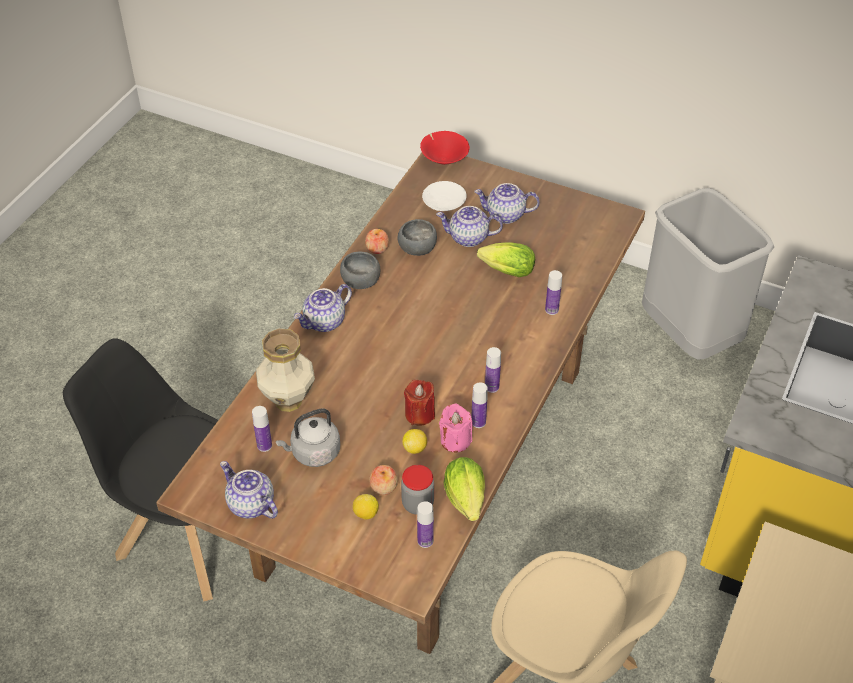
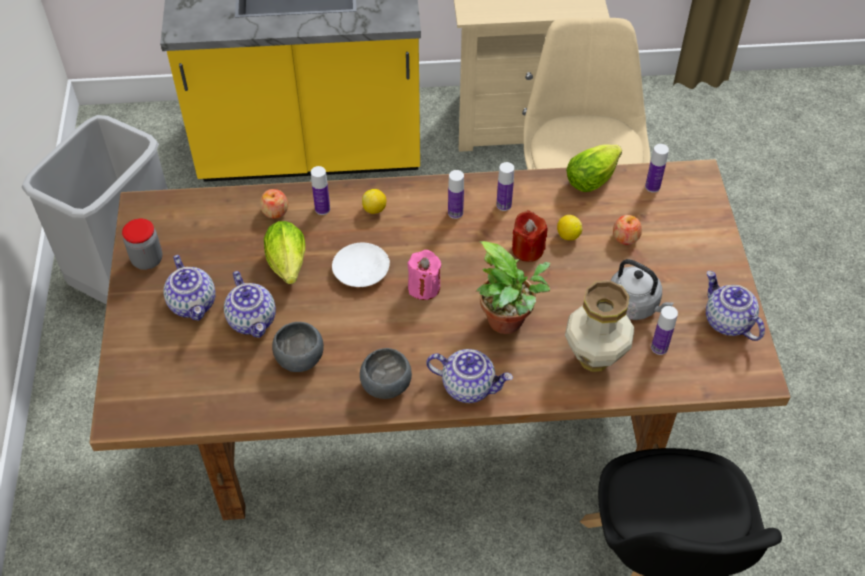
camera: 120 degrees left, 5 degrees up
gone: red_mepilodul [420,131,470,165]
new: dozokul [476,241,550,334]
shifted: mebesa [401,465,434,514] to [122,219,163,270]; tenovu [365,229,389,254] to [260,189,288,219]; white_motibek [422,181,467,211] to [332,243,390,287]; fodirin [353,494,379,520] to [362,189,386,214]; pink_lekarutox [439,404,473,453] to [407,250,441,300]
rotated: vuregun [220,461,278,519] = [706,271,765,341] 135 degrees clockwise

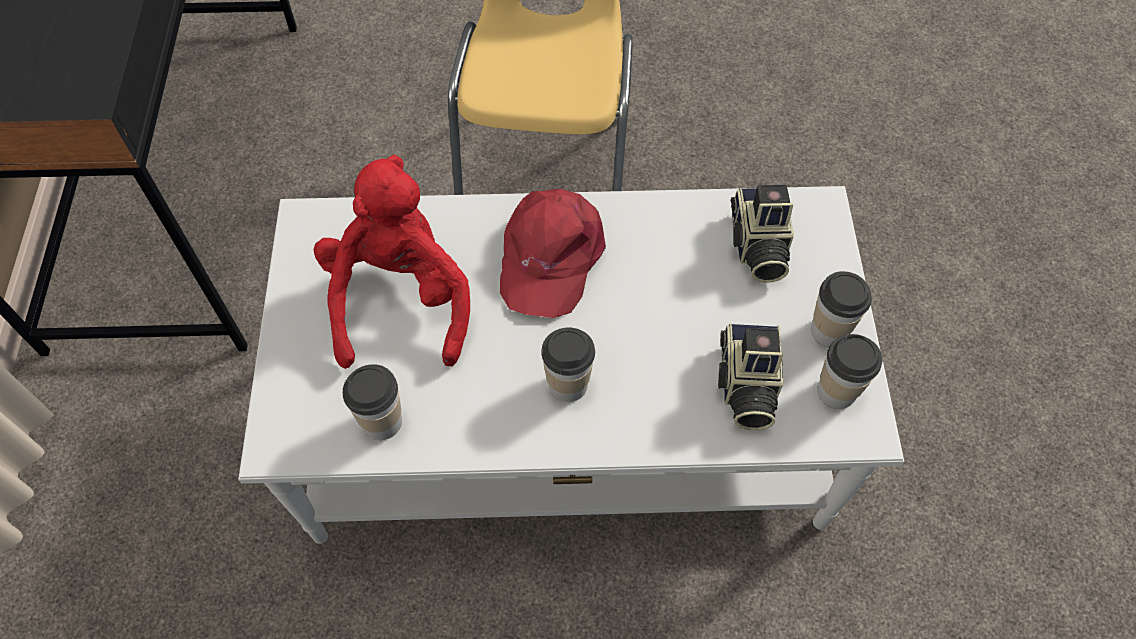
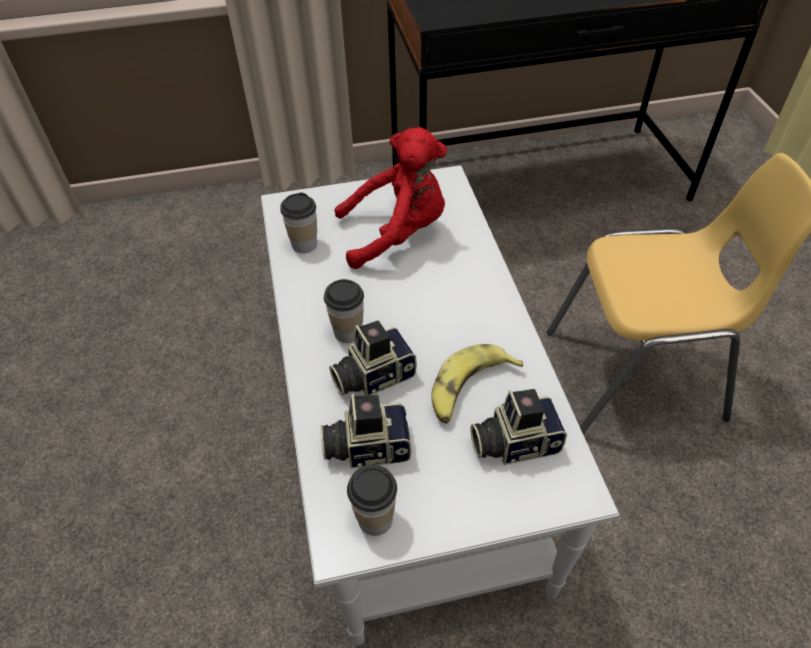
camera: 80 degrees right, 10 degrees down
gone: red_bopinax [500,189,606,318]; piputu [811,271,872,347]
new: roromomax [329,320,417,395]; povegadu [431,344,523,424]

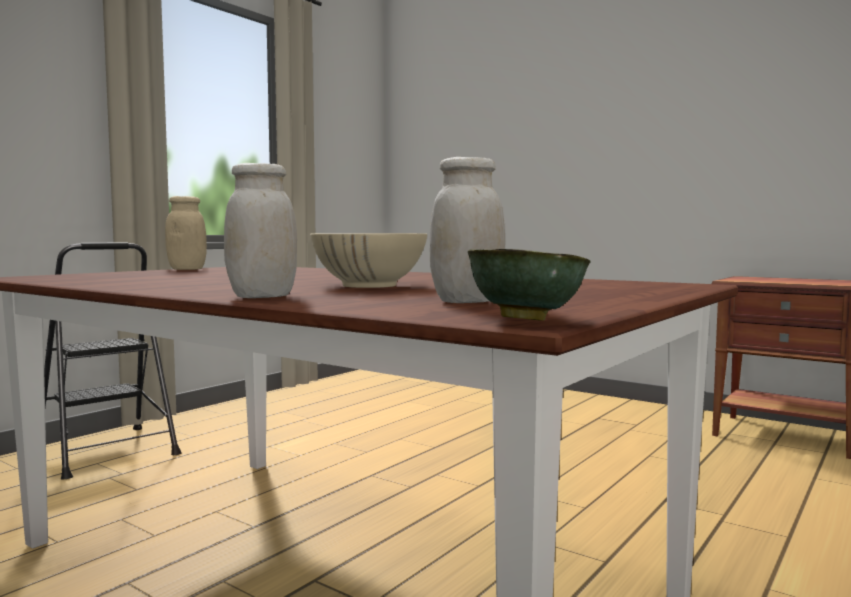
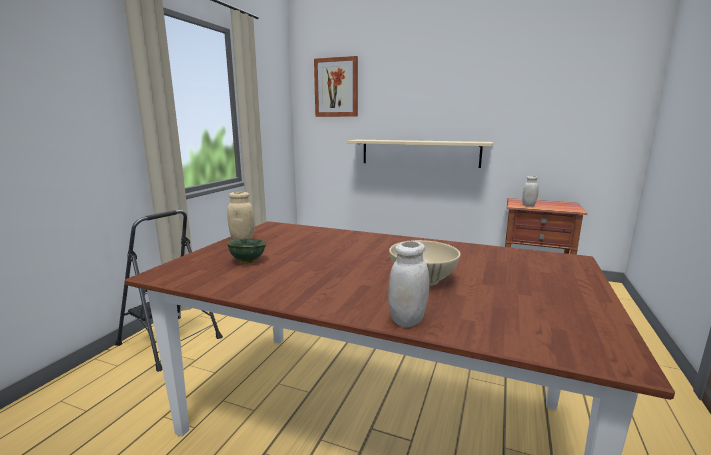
camera: 15 degrees left, 10 degrees up
new: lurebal [314,56,358,117]; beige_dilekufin [347,140,493,168]
shifted: green_mepilodul [468,249,591,321] to [227,239,266,263]; white_mebesa [430,157,505,303] to [522,176,539,207]

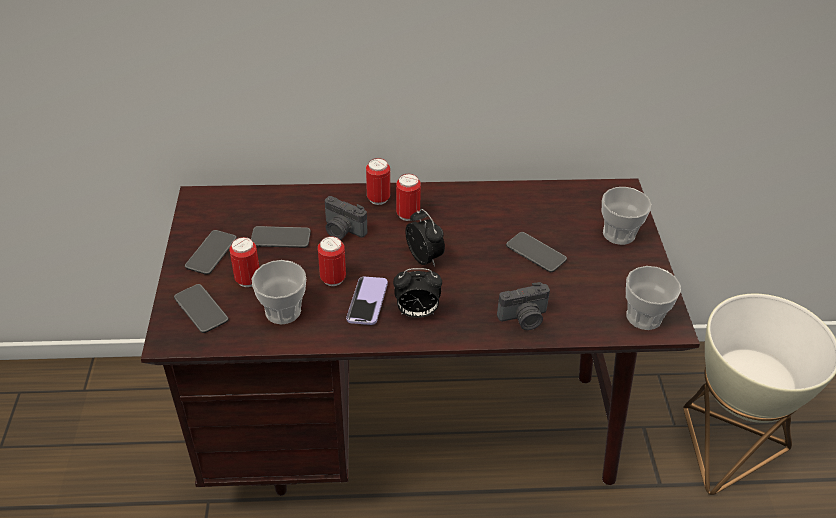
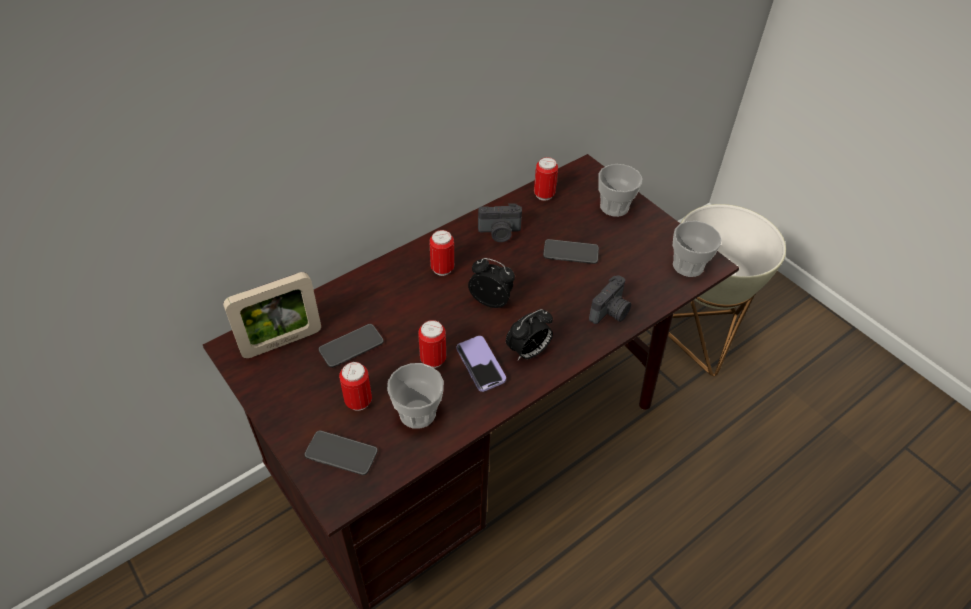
camera: 35 degrees left, 5 degrees up
gone: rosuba [185,230,237,275]
new: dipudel [223,272,321,358]
shifted: roromomax [325,196,367,240] to [478,203,522,242]; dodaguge [366,158,390,205] to [534,157,558,201]

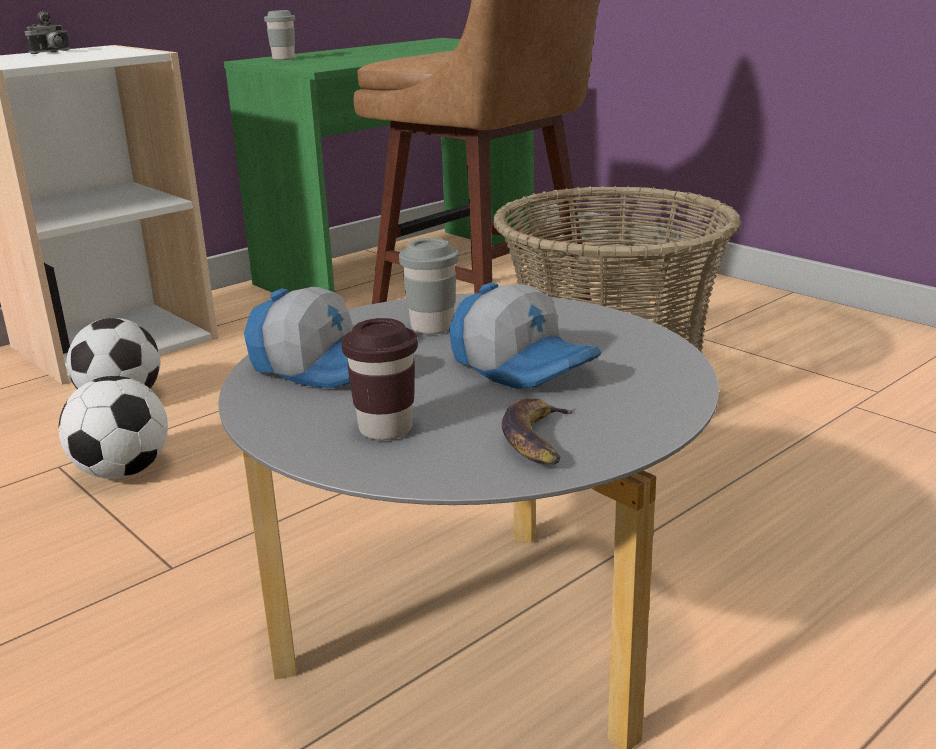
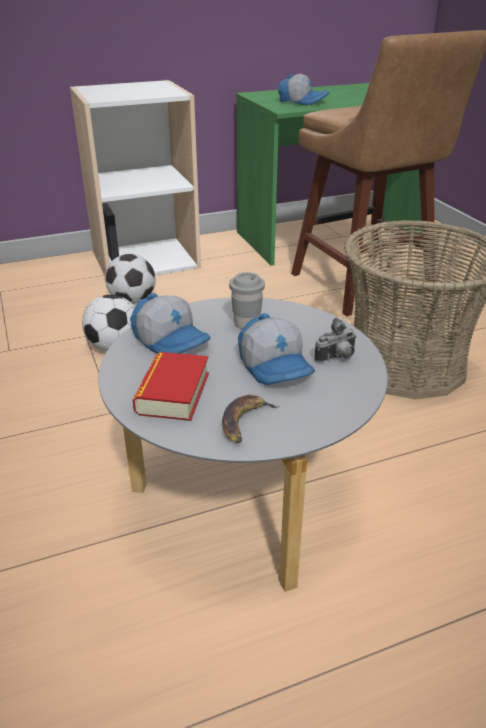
camera: 20 degrees right, 10 degrees up
gone: grey_piputu [264,10,295,60]
new: bopinax [278,74,330,105]
shifted: roromomax [25,11,70,54] to [314,318,357,363]
swapped: brown_piputu [341,318,418,440] to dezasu [133,352,209,421]

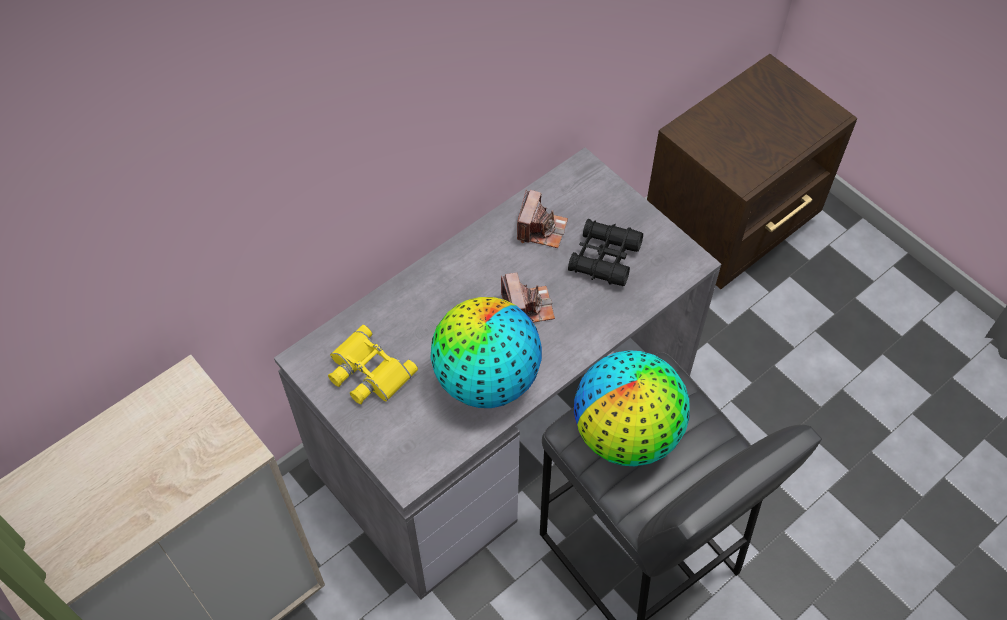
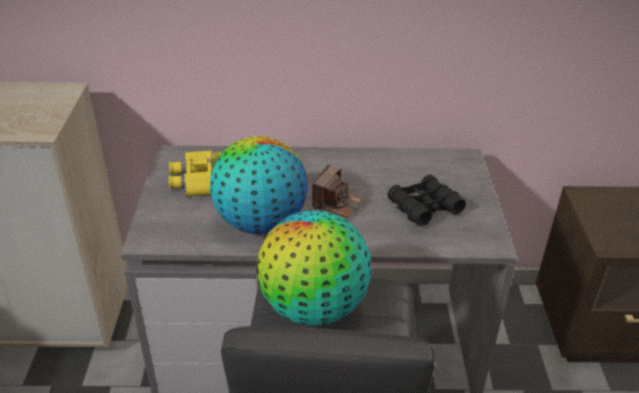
camera: 40 degrees right, 20 degrees down
gone: roromomax [517,189,568,248]

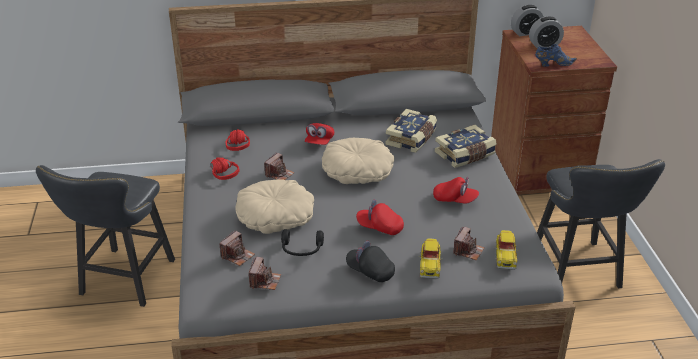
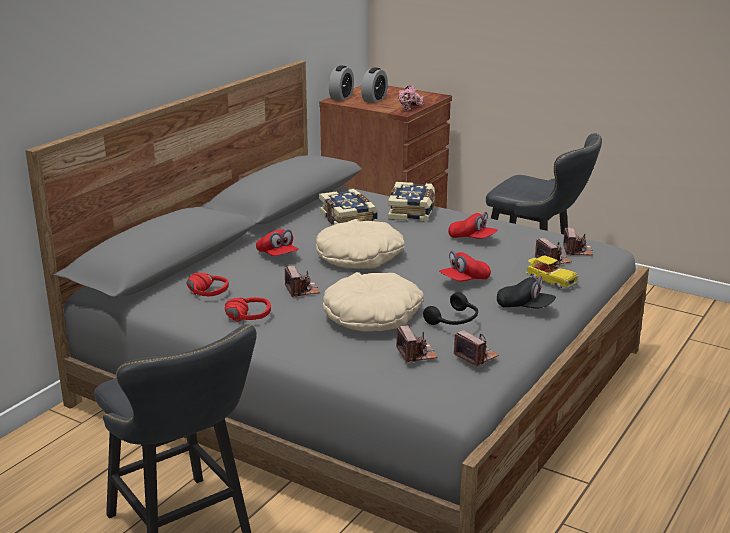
camera: 50 degrees left, 10 degrees down
swapped: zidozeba [495,230,519,270] to roromomax [563,227,593,255]
repainted: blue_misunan [535,44,577,67] to pink_misunan [398,85,424,111]
rotated: red_bopinax [433,177,479,203] = [448,212,498,239] 60 degrees clockwise; black_bopinax [346,241,395,282] = [497,276,556,308] 135 degrees counterclockwise

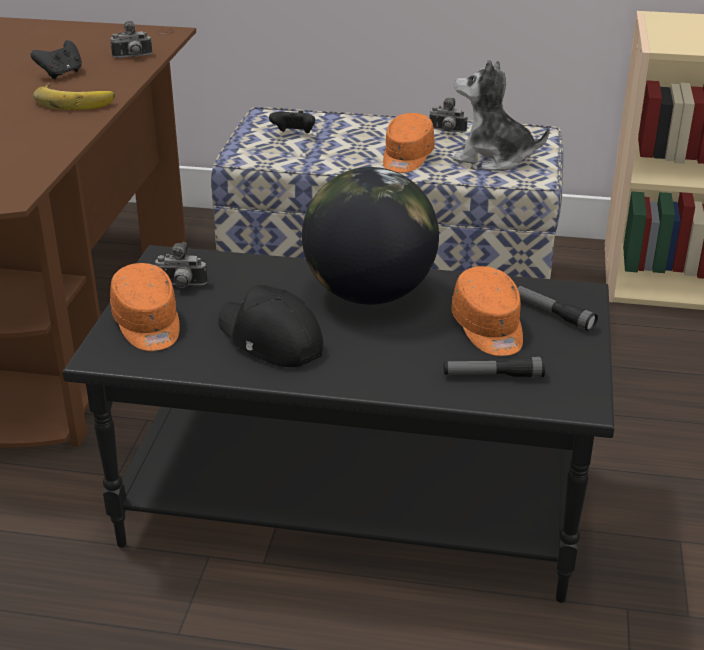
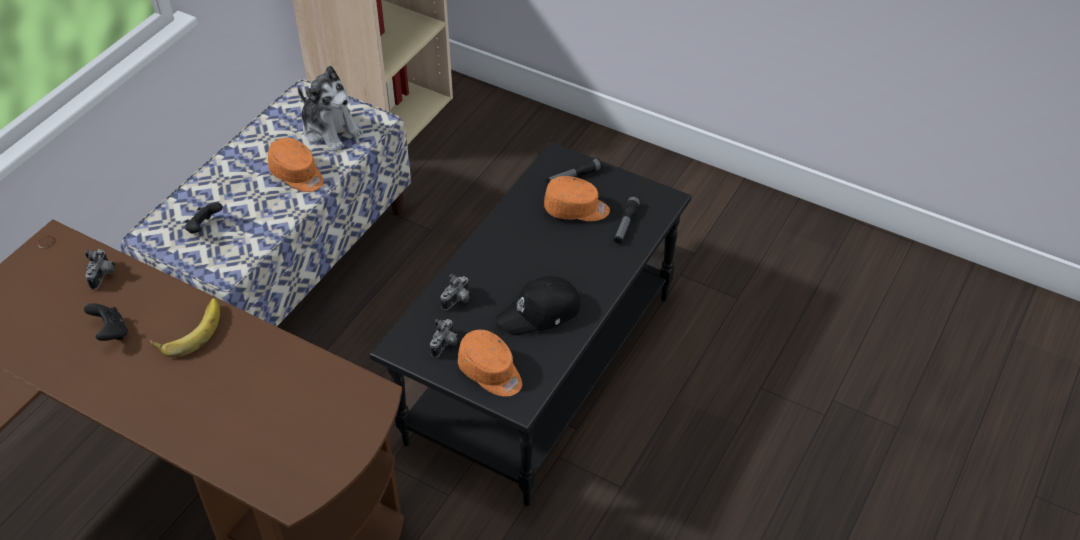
camera: 70 degrees left, 15 degrees up
gone: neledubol [302,167,439,305]
shifted: roromomax [429,98,467,133] to [440,274,471,310]
rotated: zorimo [453,59,550,171] = [298,65,363,152] 90 degrees counterclockwise; orange_bopinax [110,263,180,351] = [458,330,522,397] 45 degrees clockwise

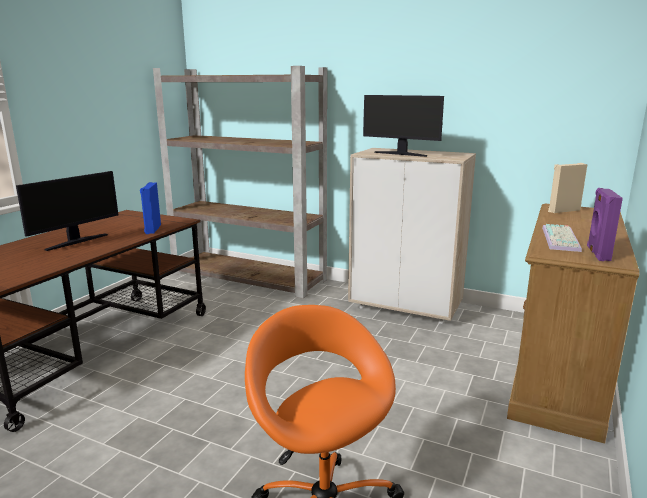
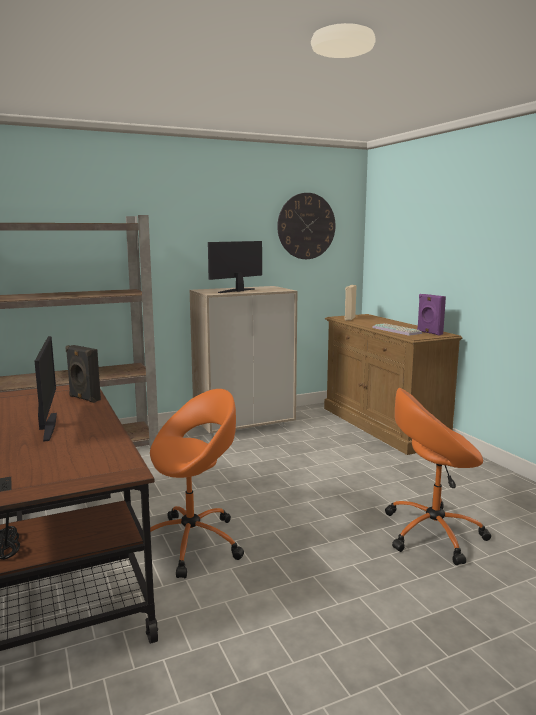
camera: 50 degrees left, 5 degrees down
new: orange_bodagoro [150,389,244,578]; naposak [277,193,335,259]
repainted: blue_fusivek [140,182,161,234] to black_fusivek [66,345,101,403]
rotated: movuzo [363,95,444,157] = [208,241,262,293] 150 degrees clockwise

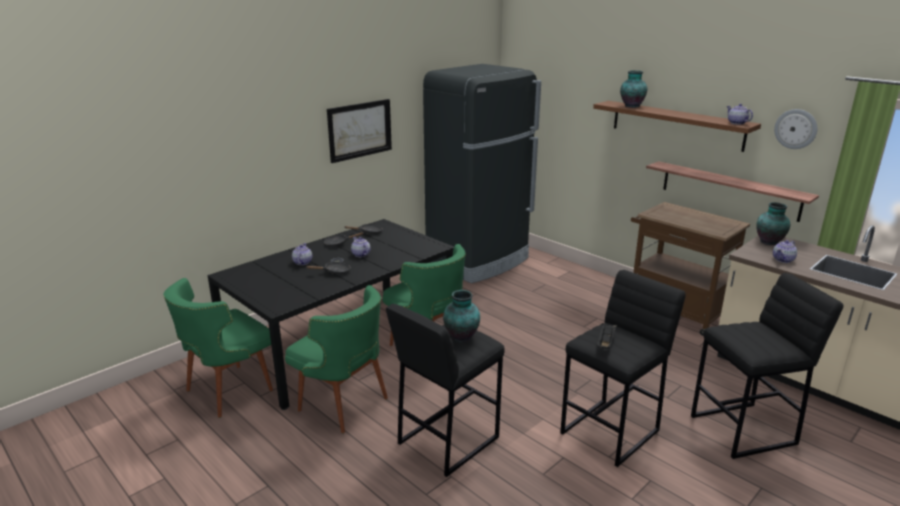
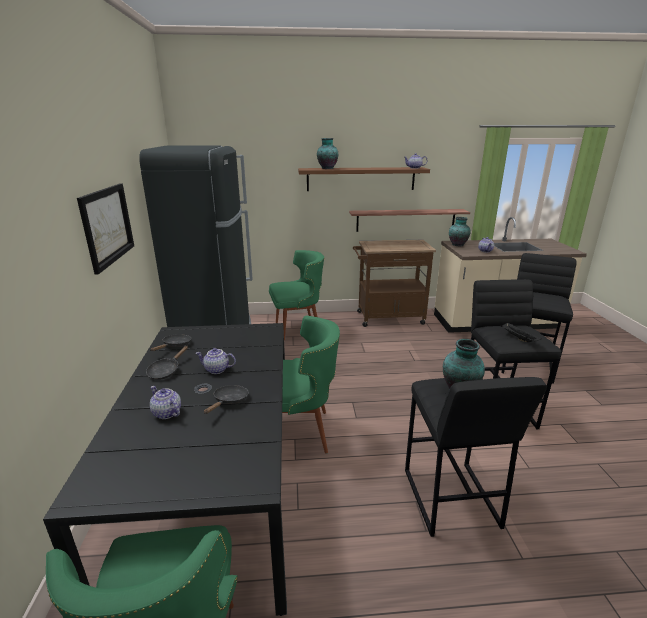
camera: 50 degrees left, 0 degrees up
gone: naposak [774,109,817,149]
shifted: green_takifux [285,285,388,434] to [269,250,324,340]

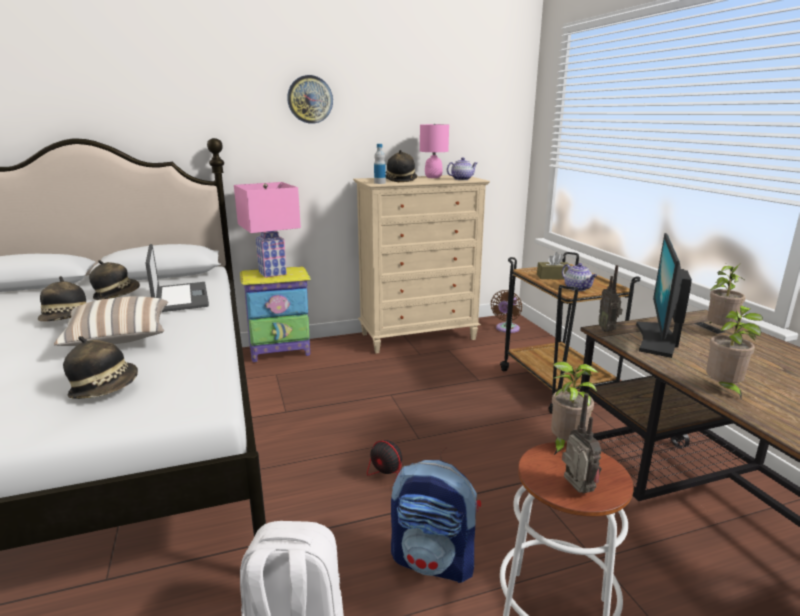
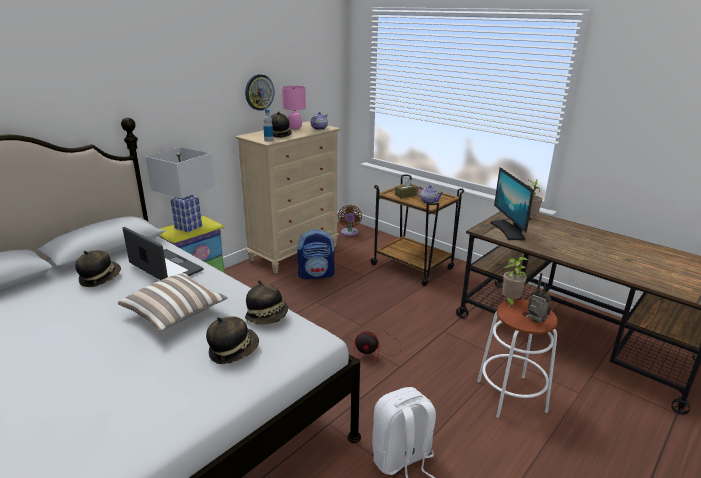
camera: 30 degrees left, 5 degrees up
gone: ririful [599,265,623,332]; dozokul [706,305,763,398]
shifted: naposak [287,75,333,124] to [245,74,274,111]; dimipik [38,276,86,321] to [245,280,288,325]; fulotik [391,460,481,583] to [297,229,335,279]
repainted: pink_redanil [234,182,301,278] to white_redanil [146,147,214,233]

